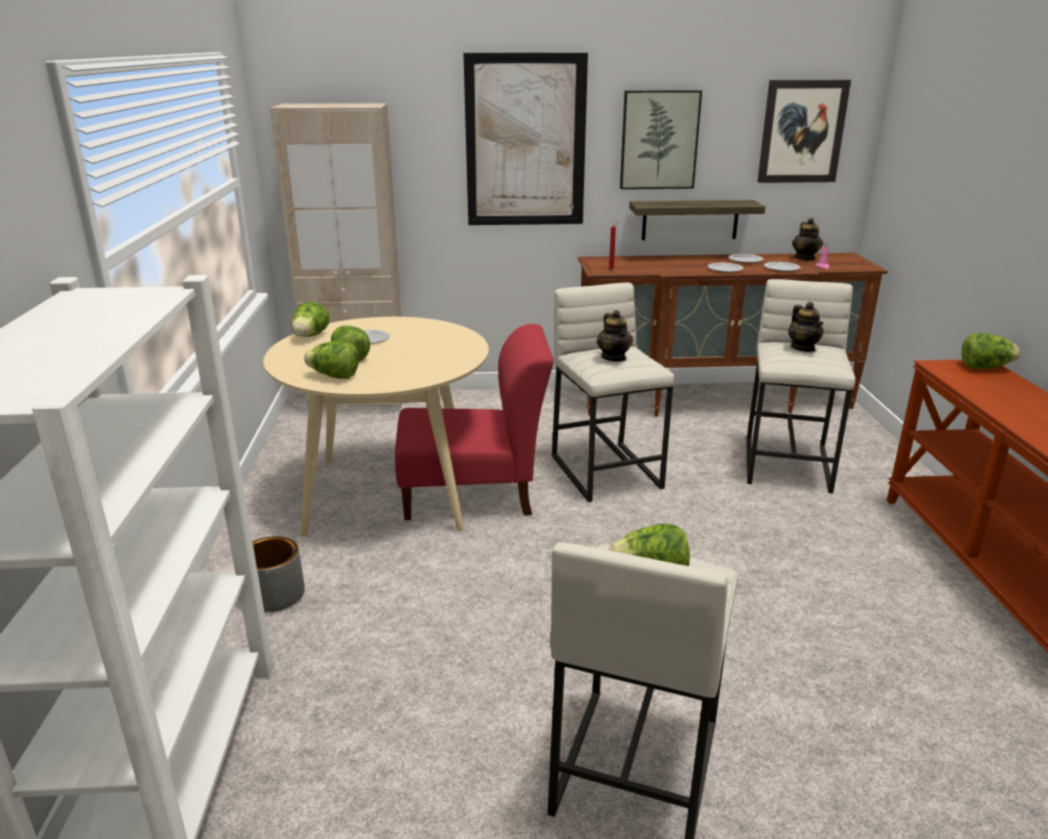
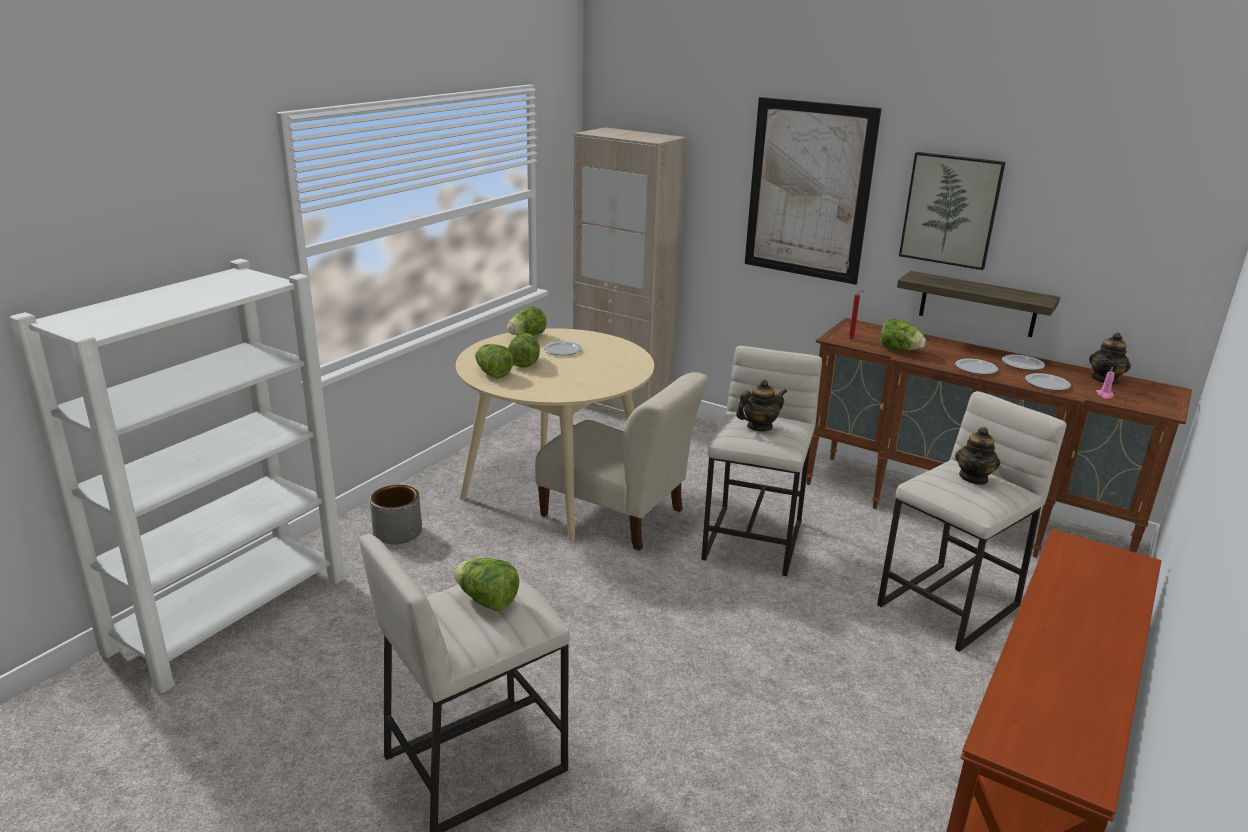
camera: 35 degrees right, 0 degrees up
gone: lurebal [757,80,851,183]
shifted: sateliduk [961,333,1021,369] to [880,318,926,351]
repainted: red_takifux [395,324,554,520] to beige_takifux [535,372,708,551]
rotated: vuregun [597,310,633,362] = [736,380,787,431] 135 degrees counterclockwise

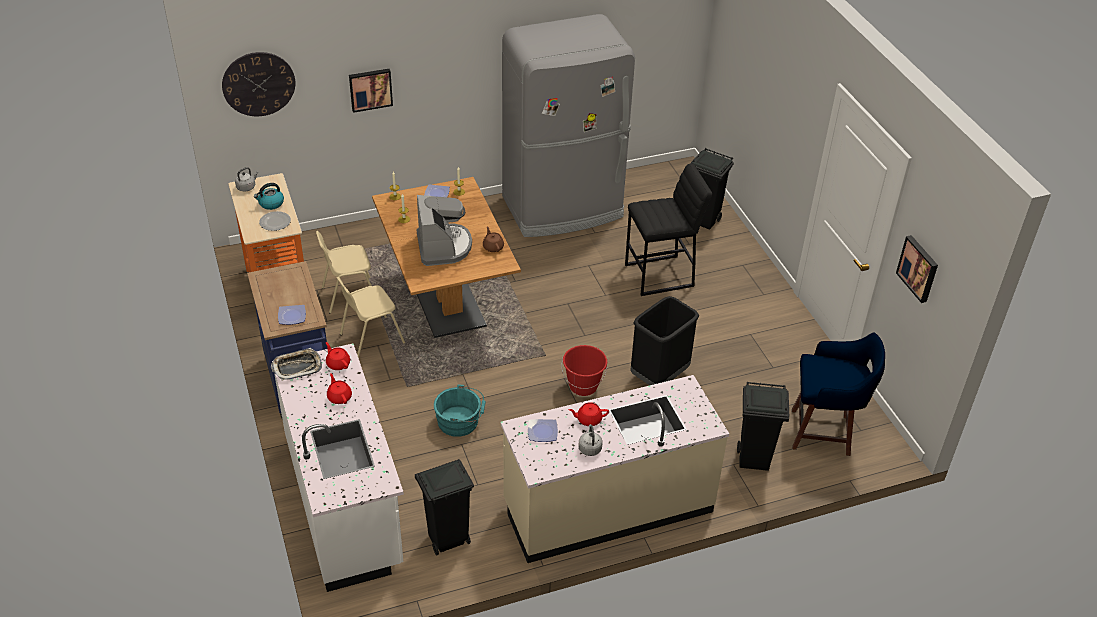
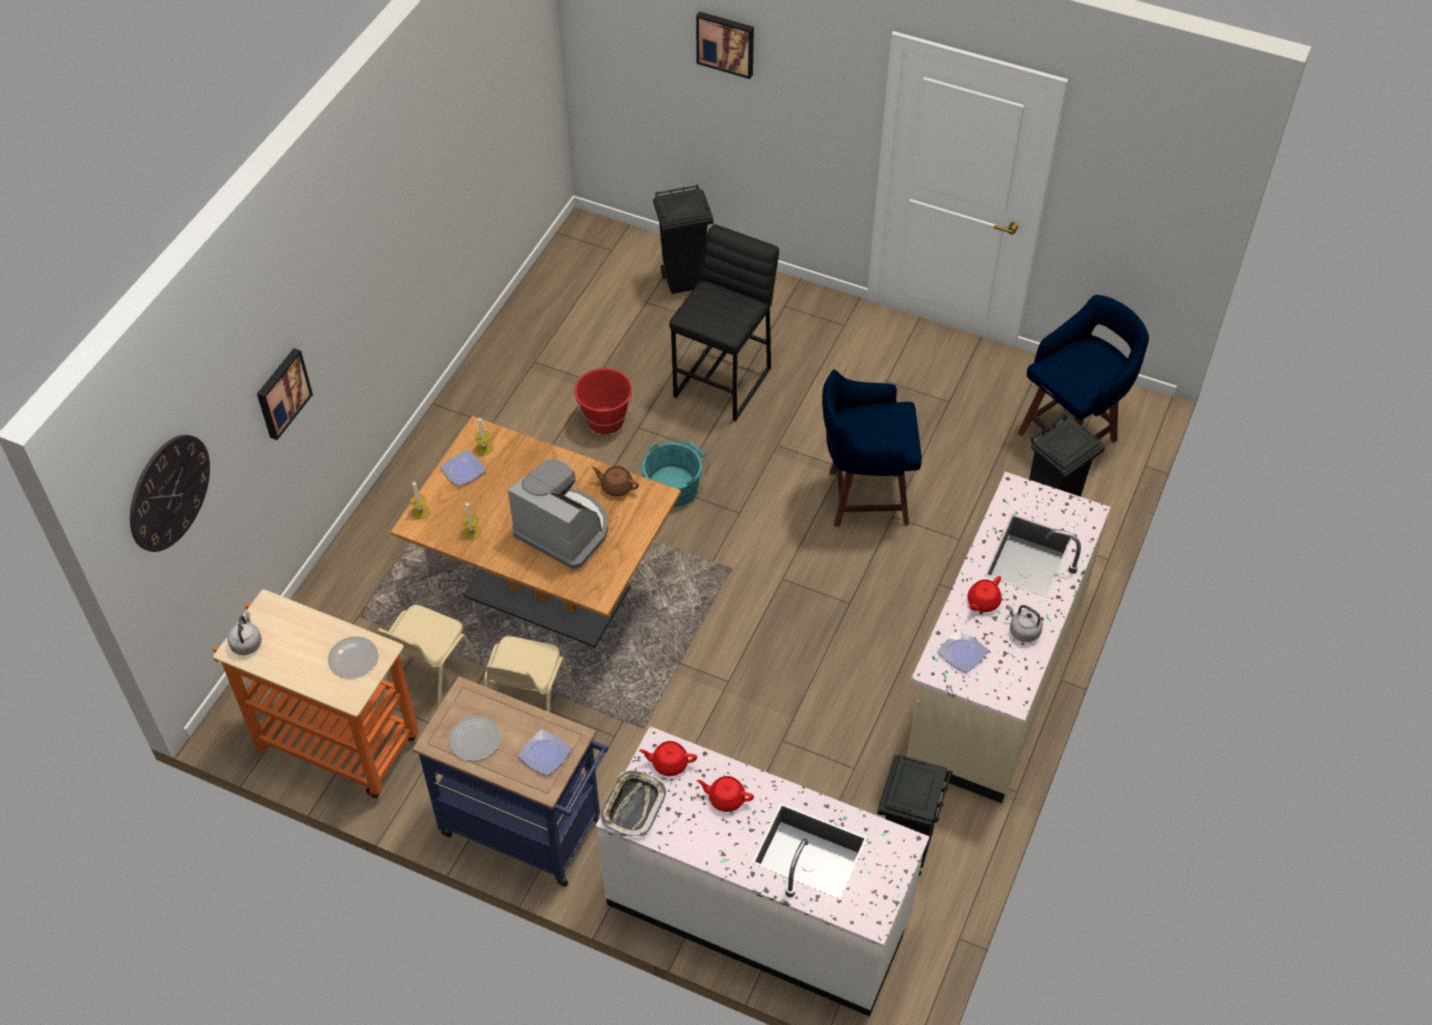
camera: 45 degrees left, 10 degrees up
gone: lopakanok [254,183,284,210]; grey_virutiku [502,14,635,237]
new: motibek [449,716,501,761]
shifted: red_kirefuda [561,345,607,396] to [574,368,634,434]; turquoise_kirefuda [434,384,486,437] to [641,438,710,507]; lurebal [896,235,938,303] to [696,12,754,79]
swapped: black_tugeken [630,296,699,385] to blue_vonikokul [822,370,922,527]

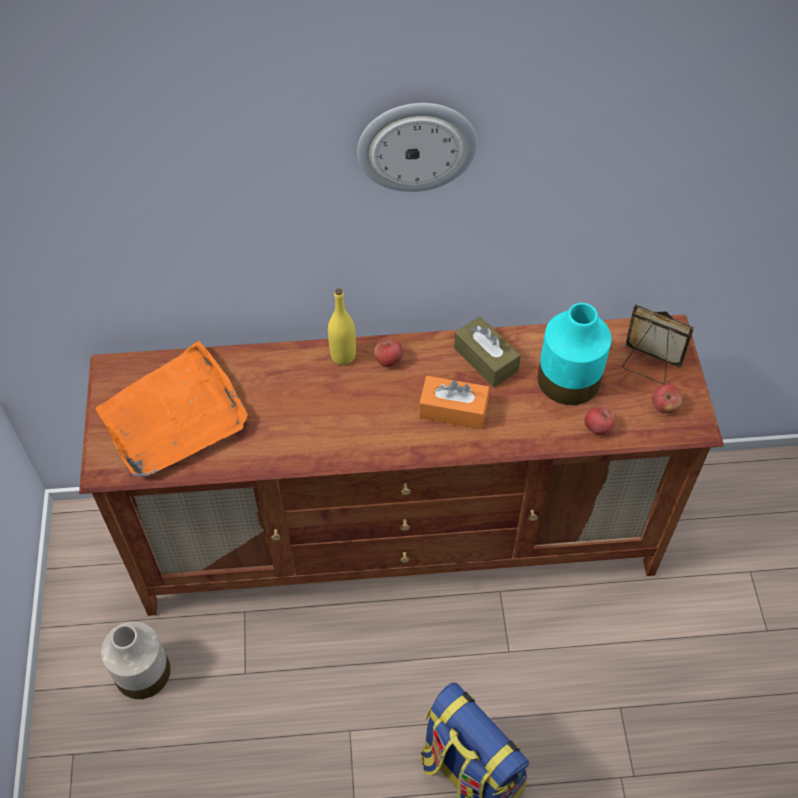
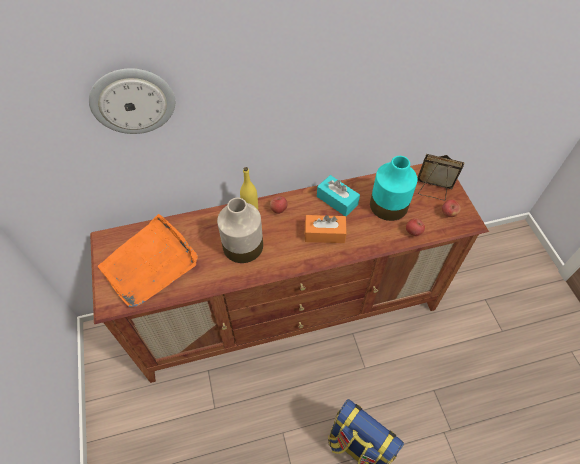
camera: 10 degrees left, 0 degrees up
shifted: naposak [357,103,477,192] to [89,68,175,134]; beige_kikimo [101,621,171,699] to [217,198,263,263]
repainted: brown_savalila [454,316,521,387] to turquoise_savalila [317,175,360,216]

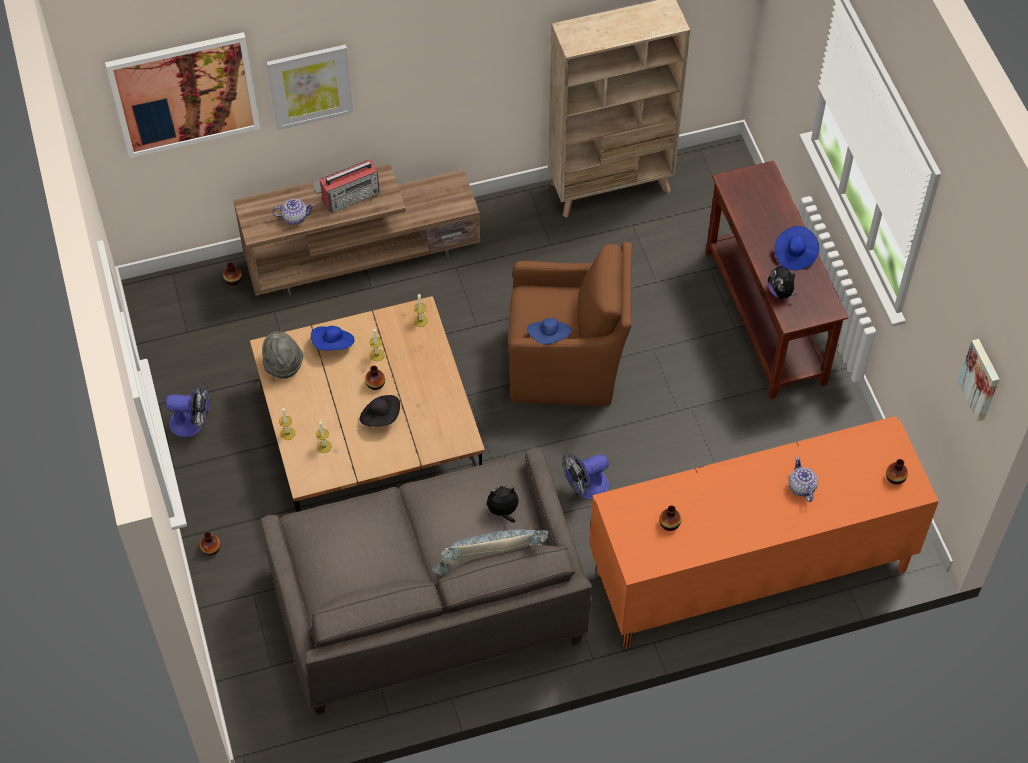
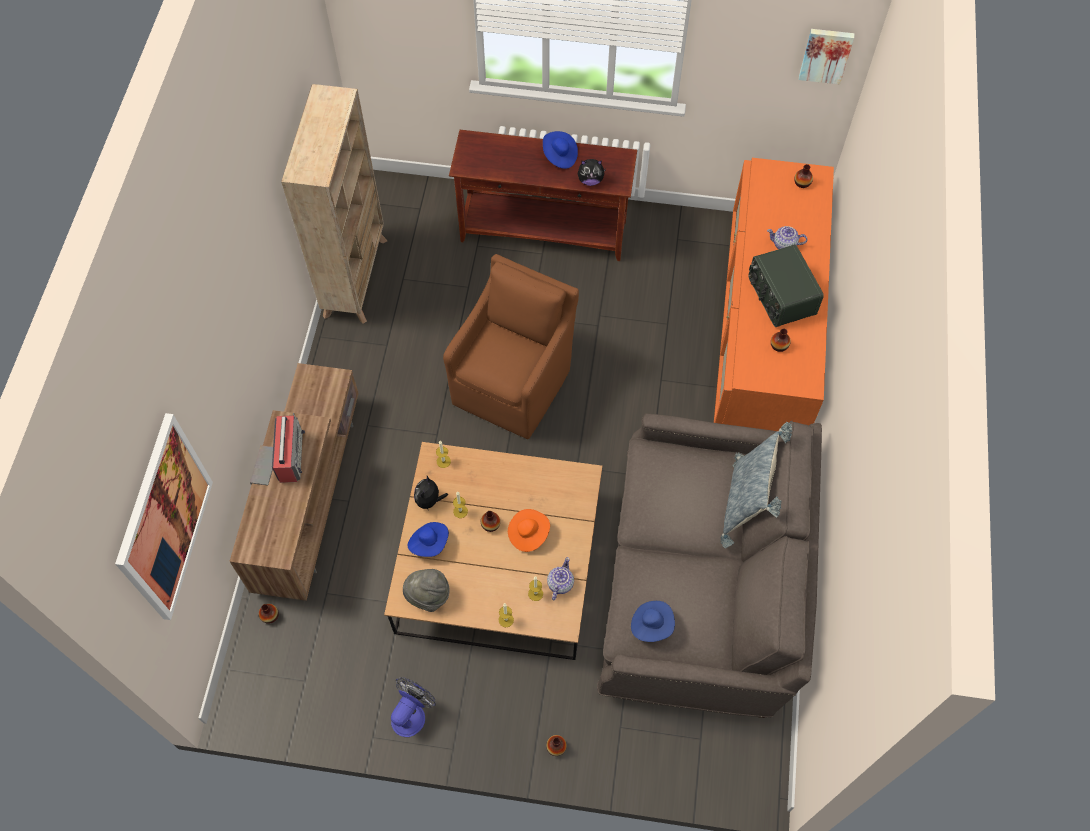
camera: 65 degrees left, 5 degrees up
gone: lurebal [266,45,354,130]; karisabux [562,452,609,500]
new: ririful [748,244,824,327]
shifted: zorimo [486,486,519,523] to [414,476,448,512]; vuregun [272,199,315,225] to [547,557,574,600]; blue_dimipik [527,318,571,345] to [631,601,675,642]
repainted: black_dimipik [360,395,400,427] to orange_dimipik [508,509,550,552]

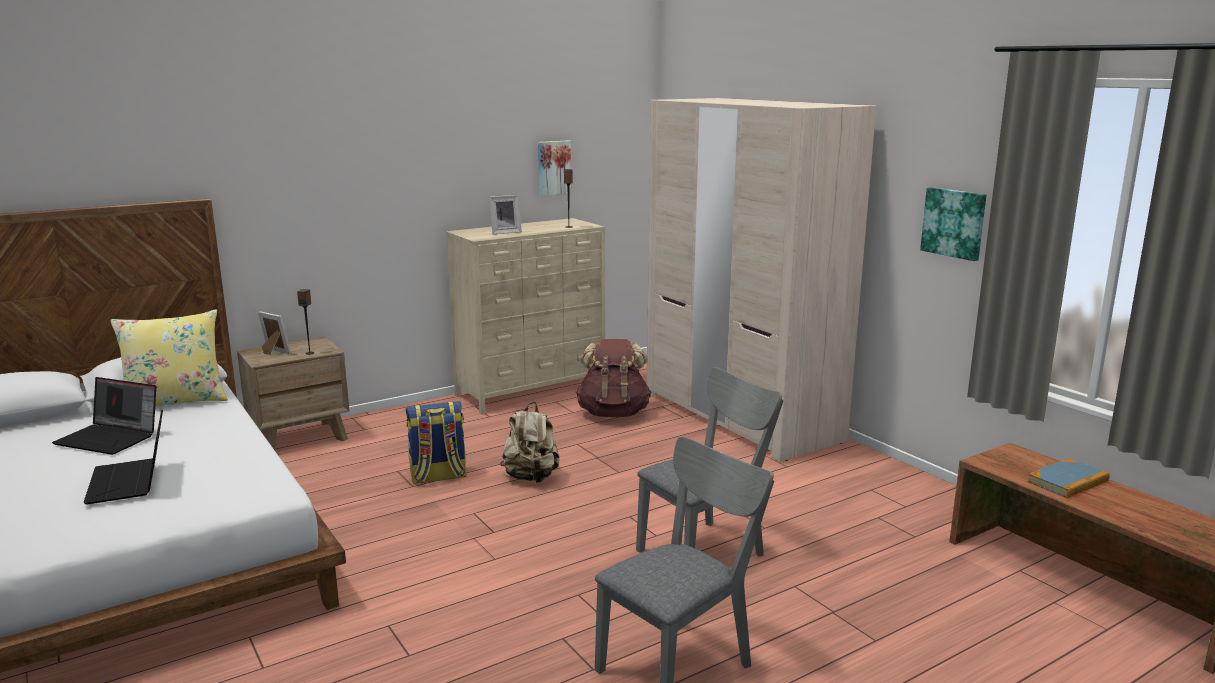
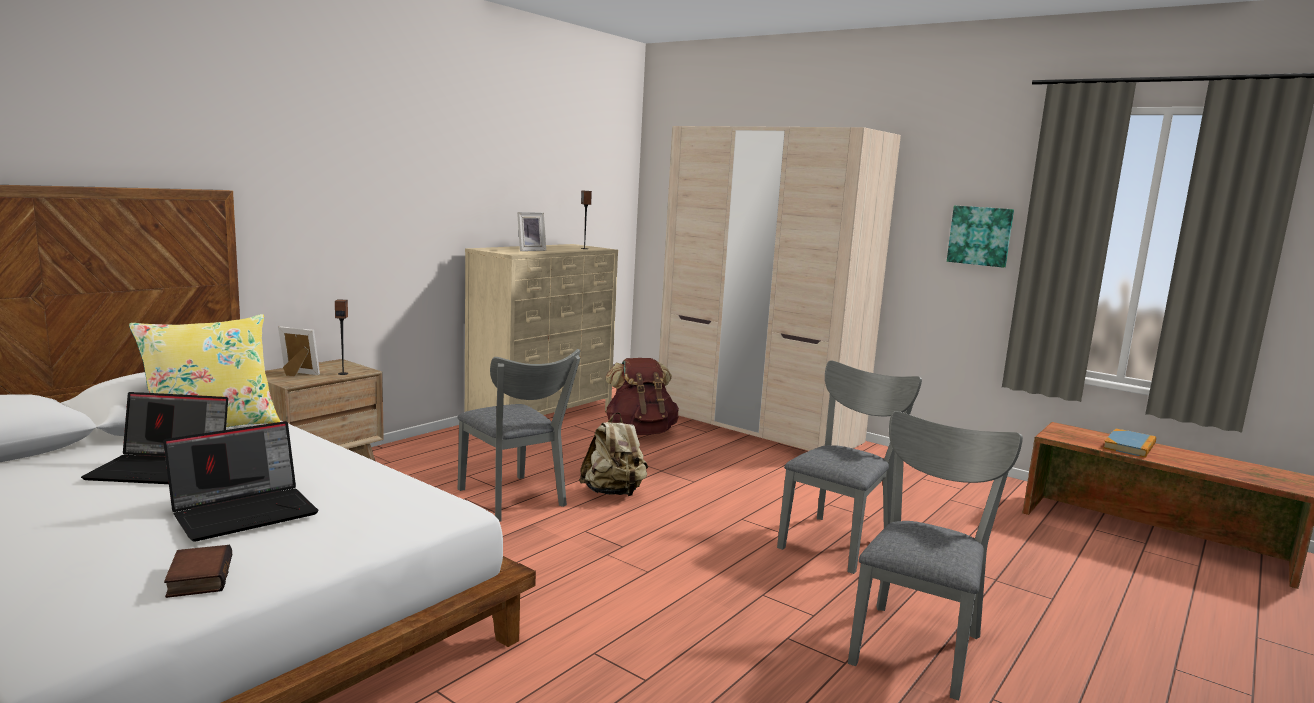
camera: 20 degrees left, 5 degrees down
gone: lurebal [538,140,571,196]
new: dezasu [164,545,232,598]
swapped: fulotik [406,401,467,484] to grey_takifux [457,349,581,521]
rotated: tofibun [83,409,163,504] = [163,421,319,542] 90 degrees counterclockwise

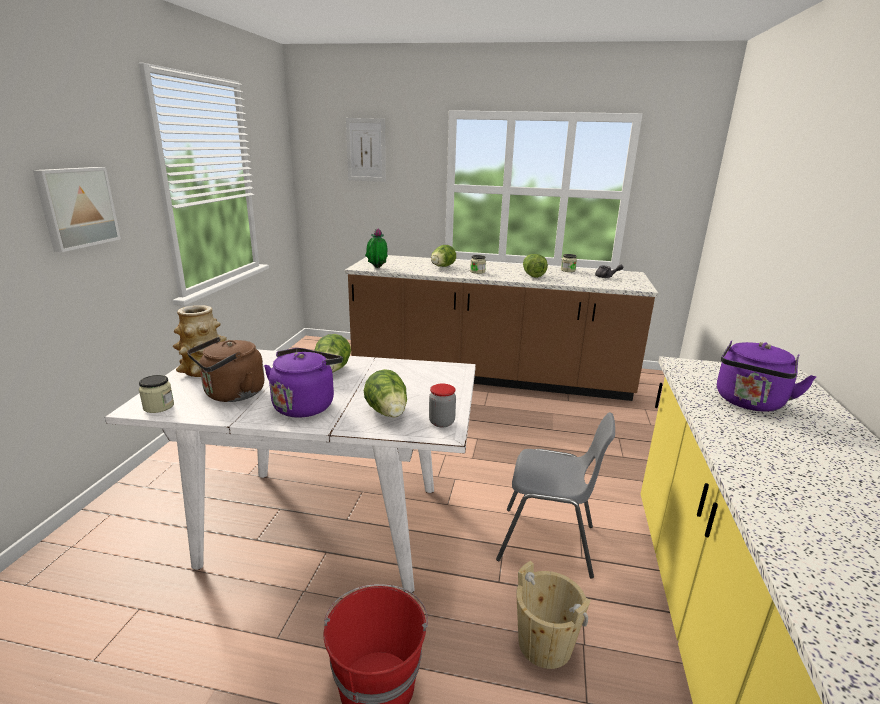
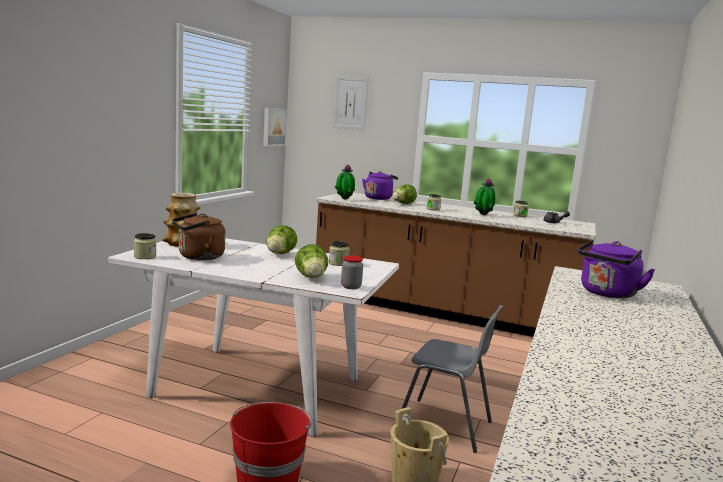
camera: 10 degrees right, 10 degrees down
new: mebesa [329,241,349,266]
shifted: lurebal [33,167,121,252] to [263,108,287,146]; purple_lopakanok [264,348,343,418] to [362,171,398,200]
swapped: sateliduk [523,254,548,278] to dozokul [474,178,495,215]

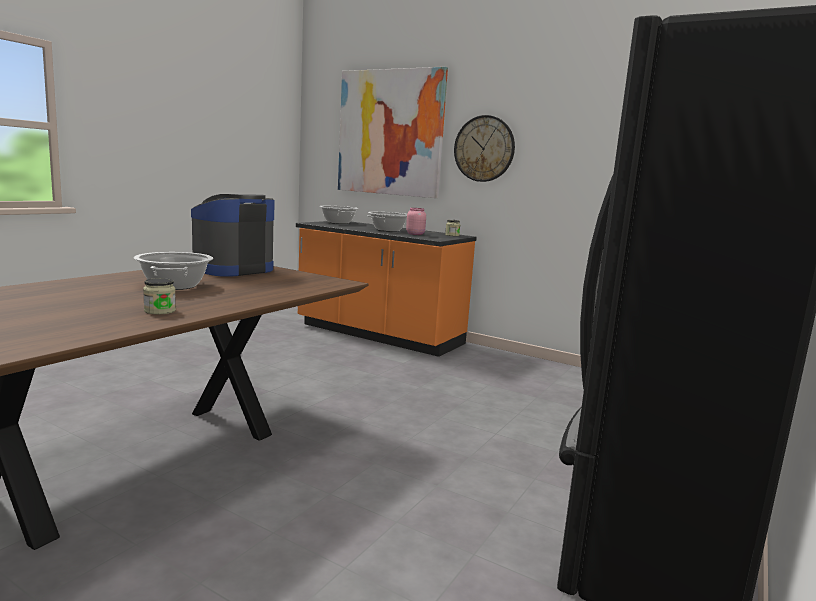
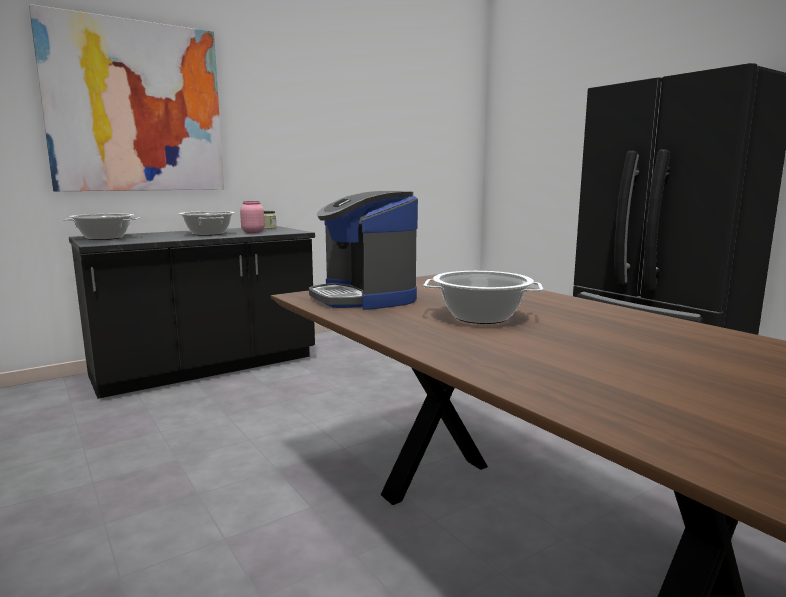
camera: 65 degrees left, 0 degrees up
gone: mebesa [143,278,176,314]; naposak [454,115,515,182]
repainted: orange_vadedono [296,221,477,357] to black_vadedono [69,226,315,399]

